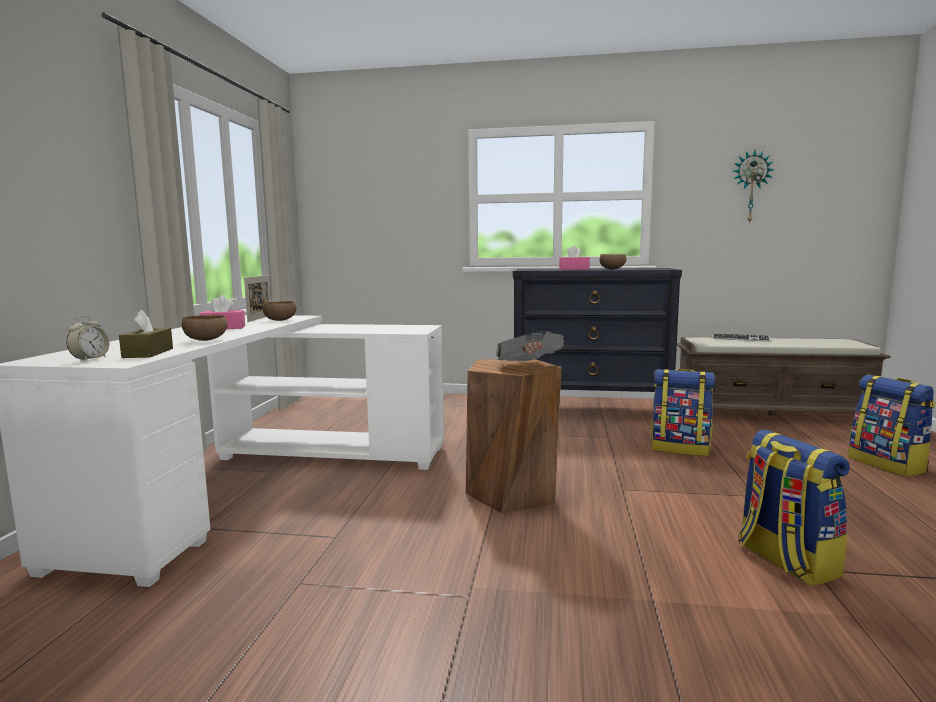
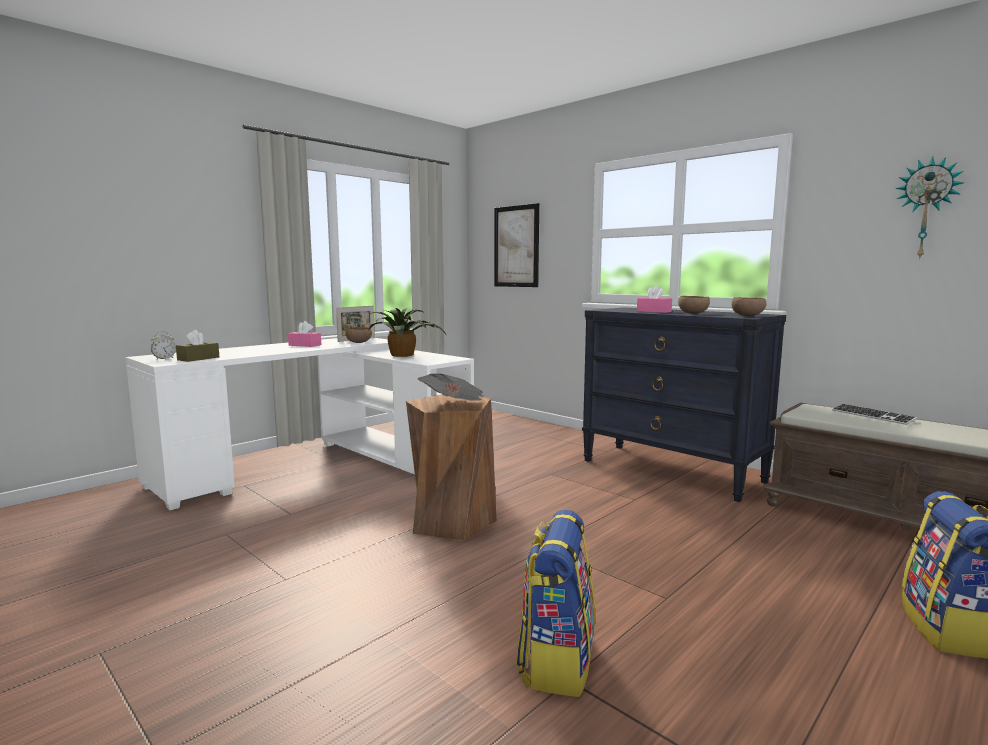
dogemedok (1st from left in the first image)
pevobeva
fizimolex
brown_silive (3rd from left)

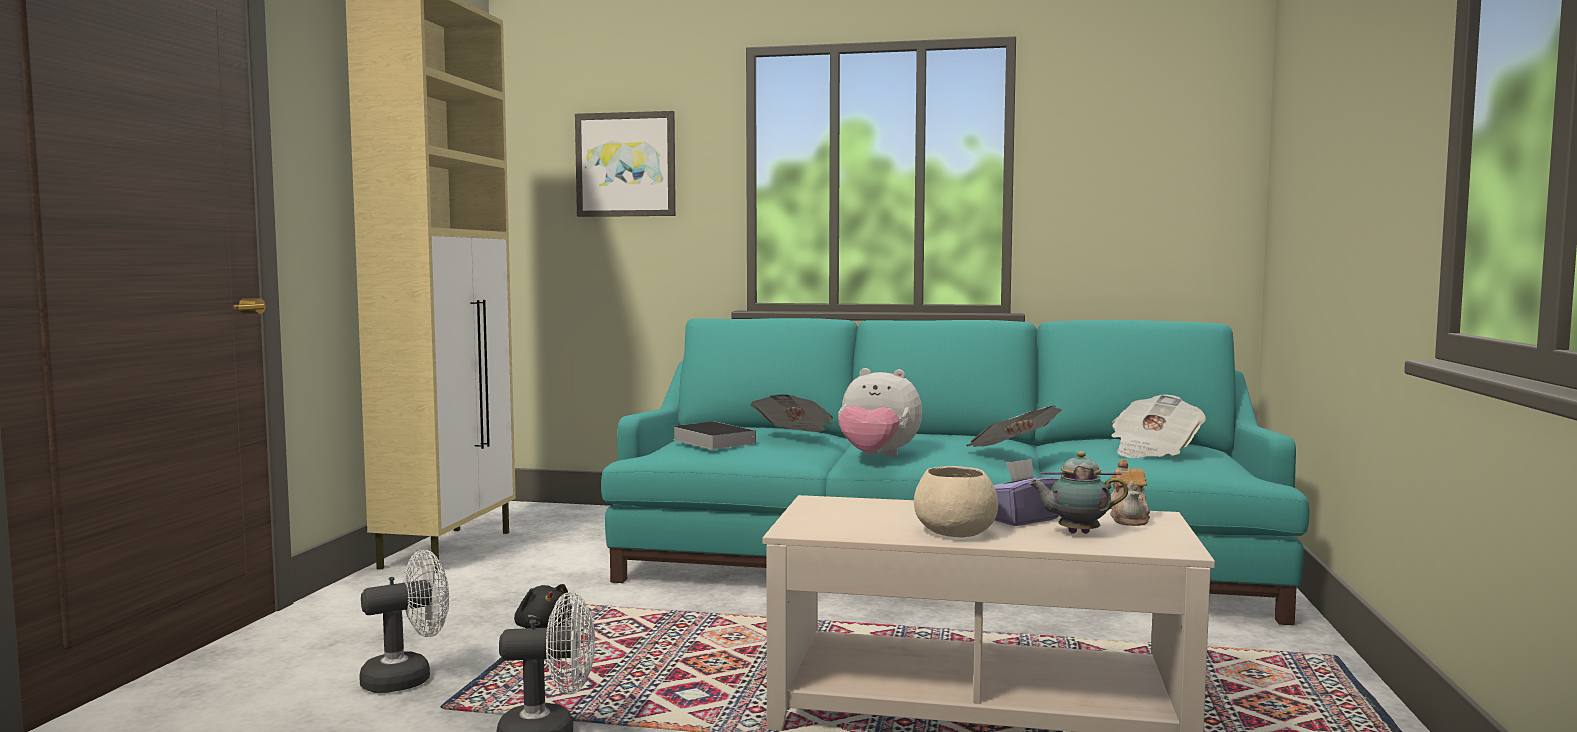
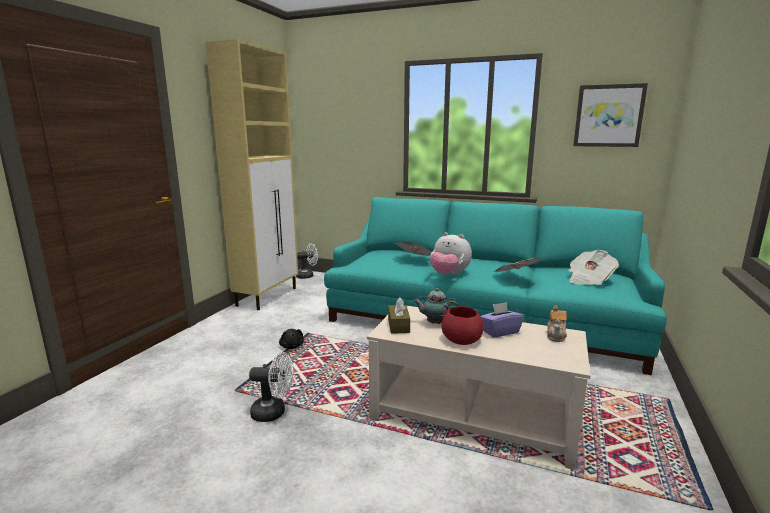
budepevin
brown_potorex
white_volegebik (2nd from left)
fizimolex
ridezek (1st from left)
red_silive

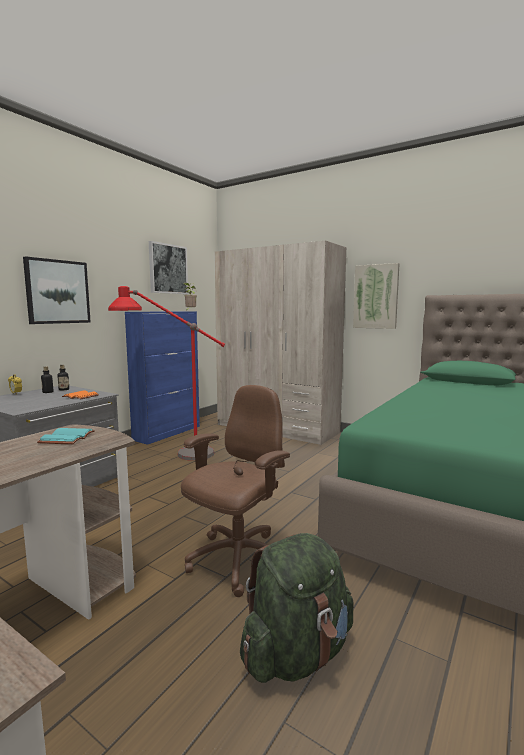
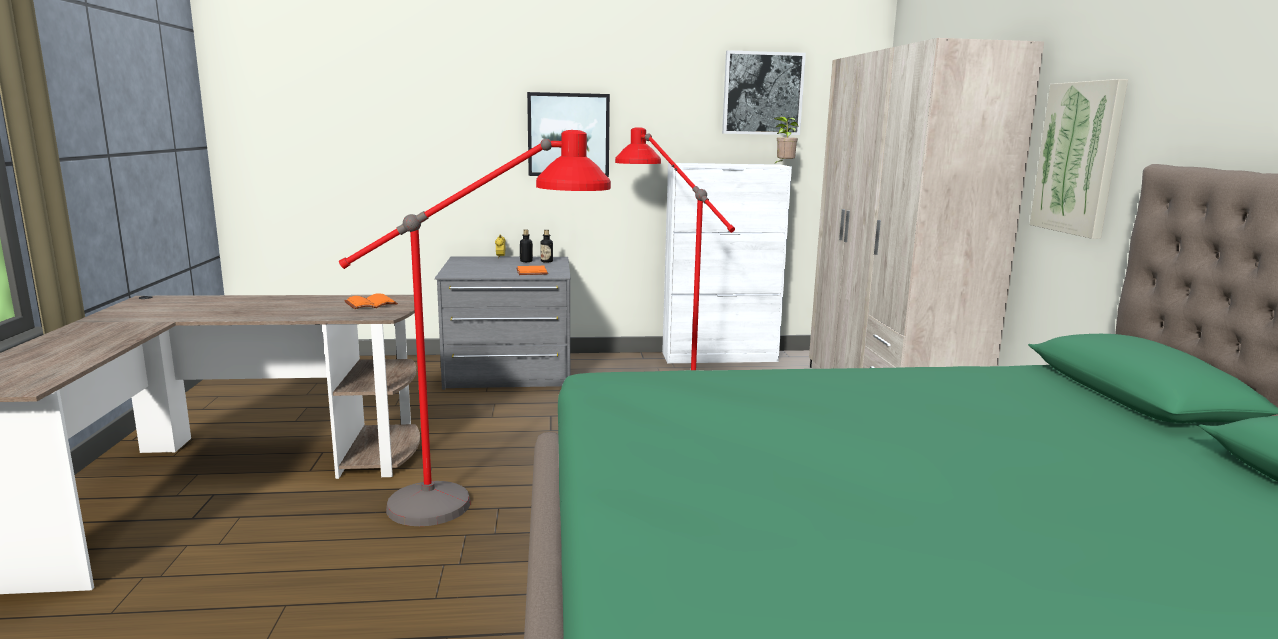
green_dogemedok
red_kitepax (1st from left)
orange_budepevin (1st from left)
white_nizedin

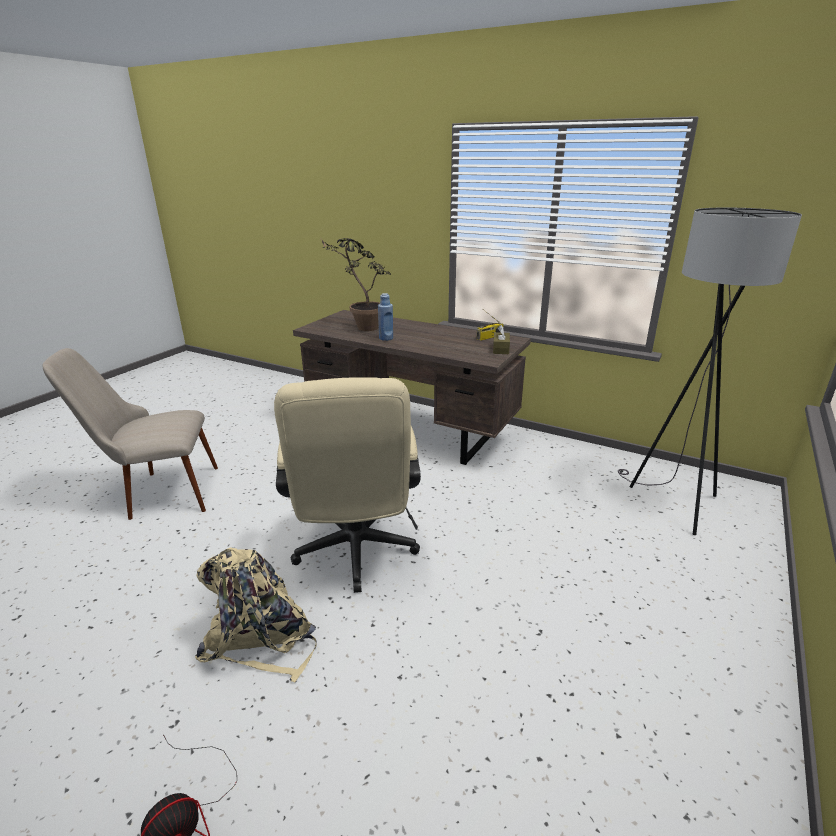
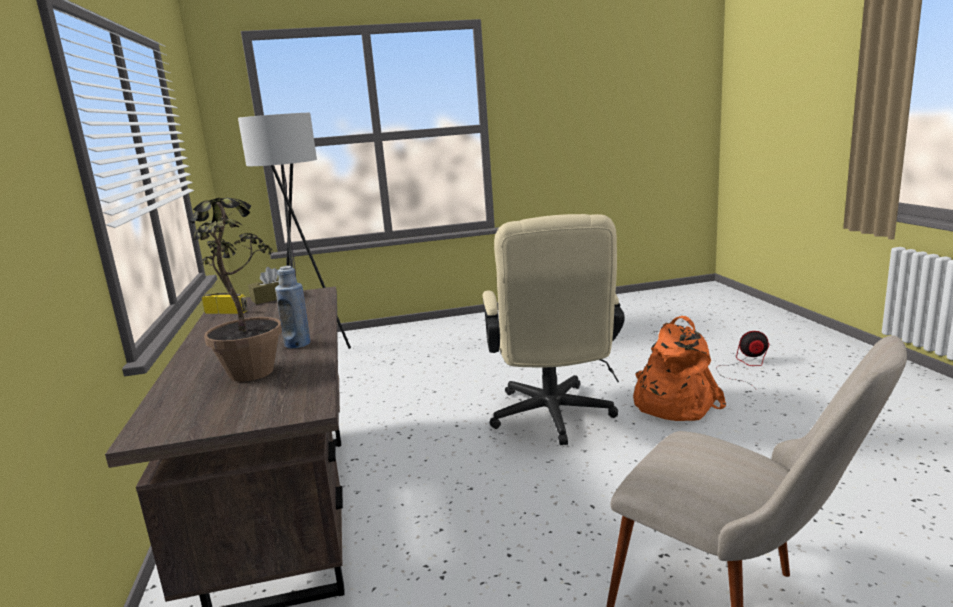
orange_dogemedok
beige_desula

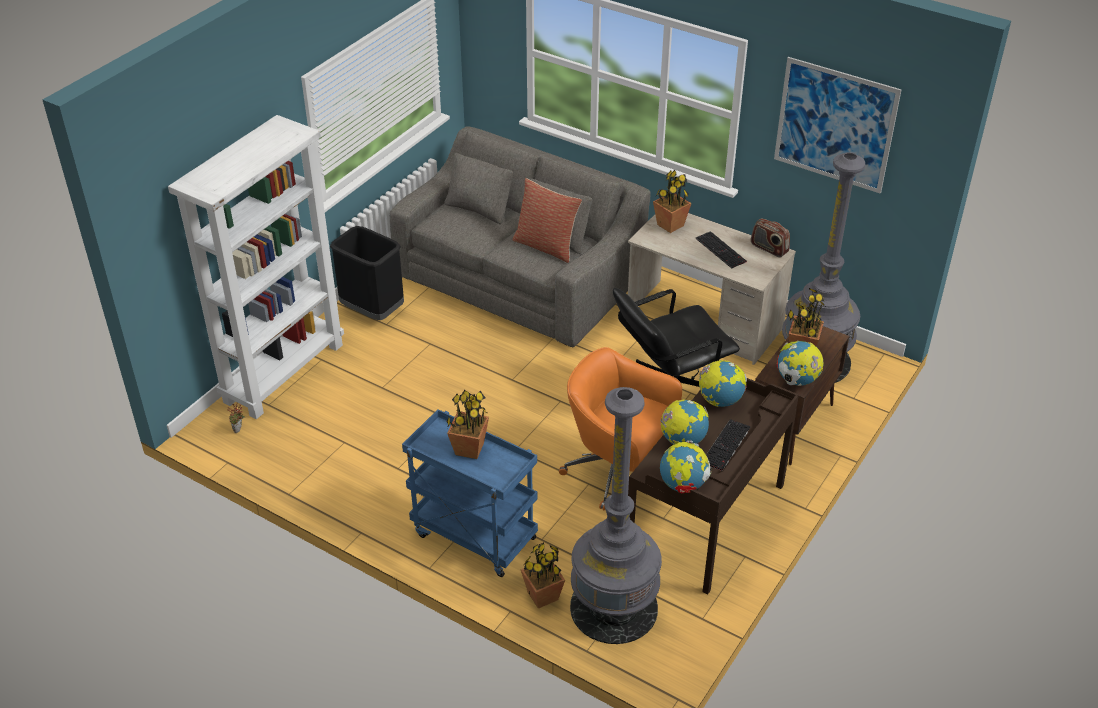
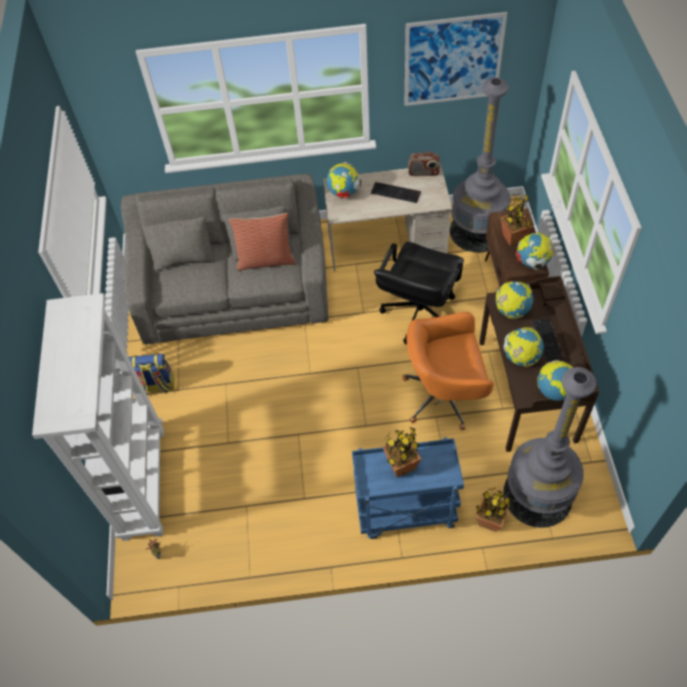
dogemedok
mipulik (1st from left)

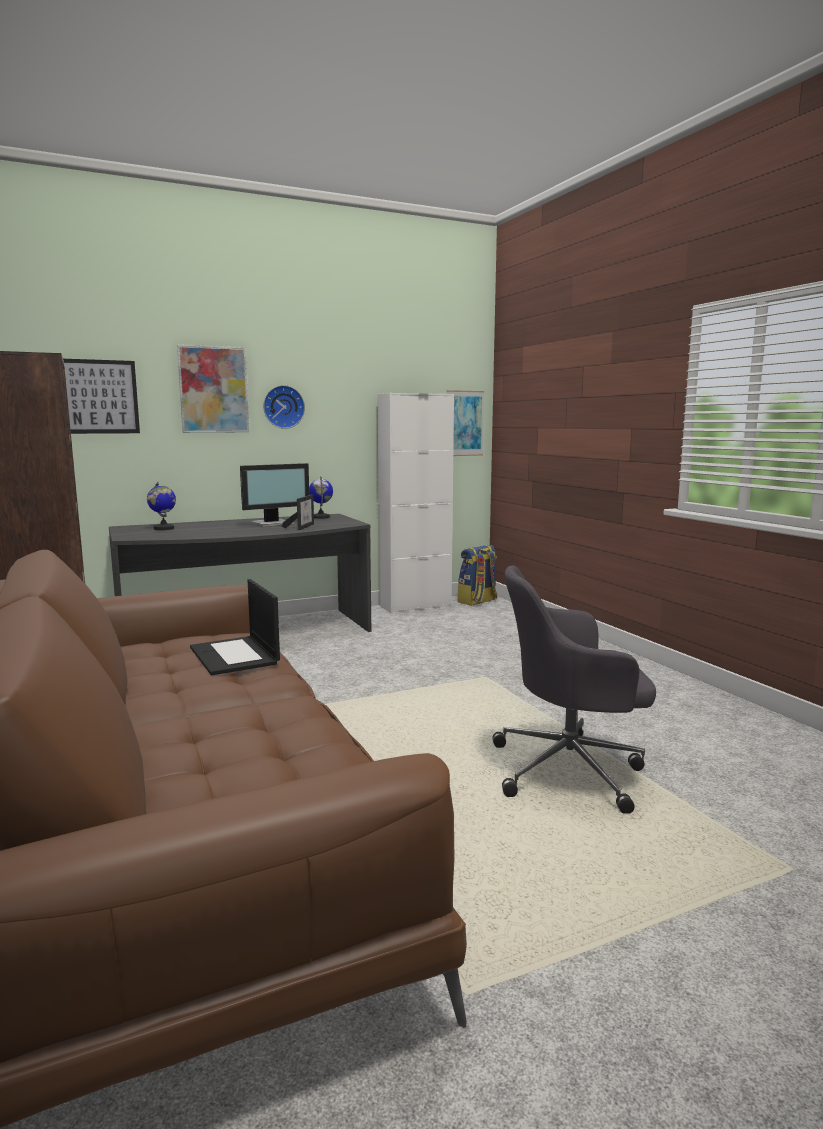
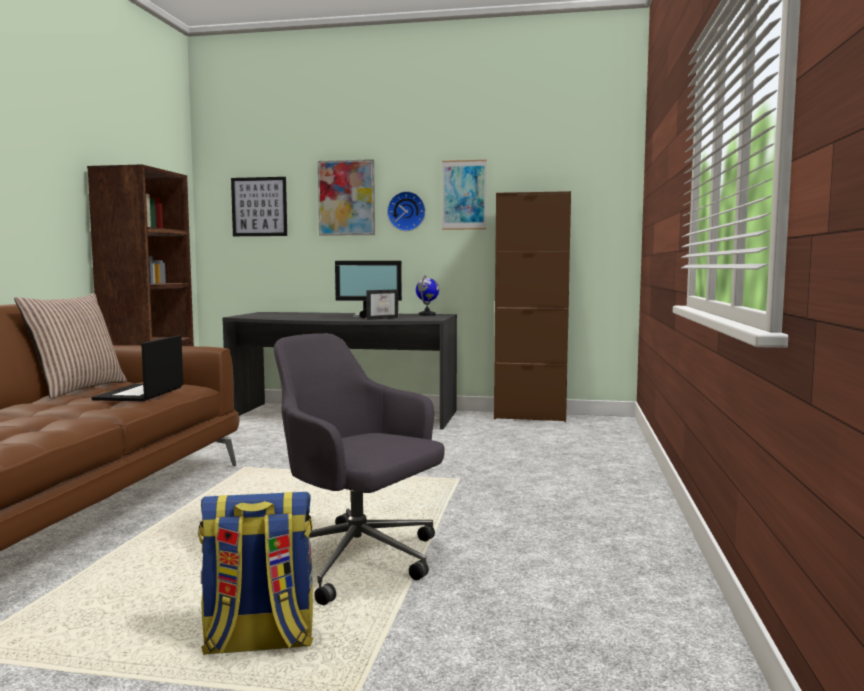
mipulik (1st from left in the first image)
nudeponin
fizimolex (3rd from left)
dogemedok
brown_nizedin

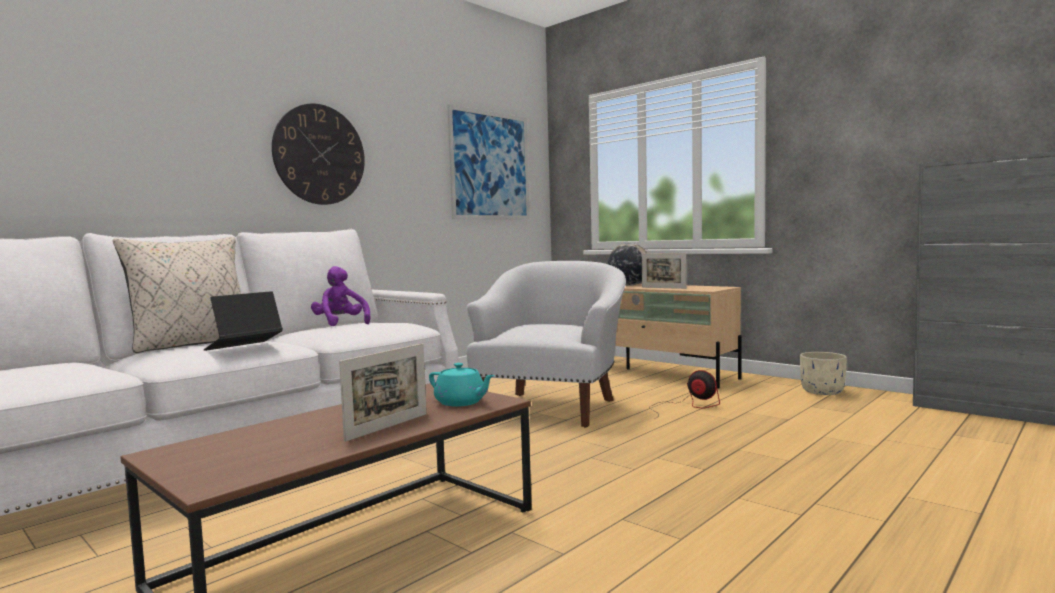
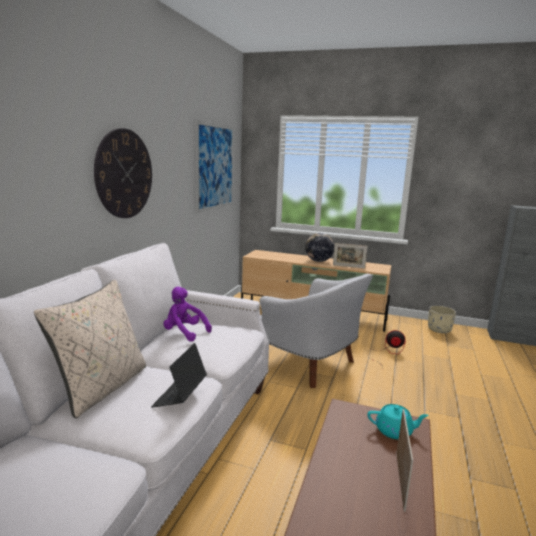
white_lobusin

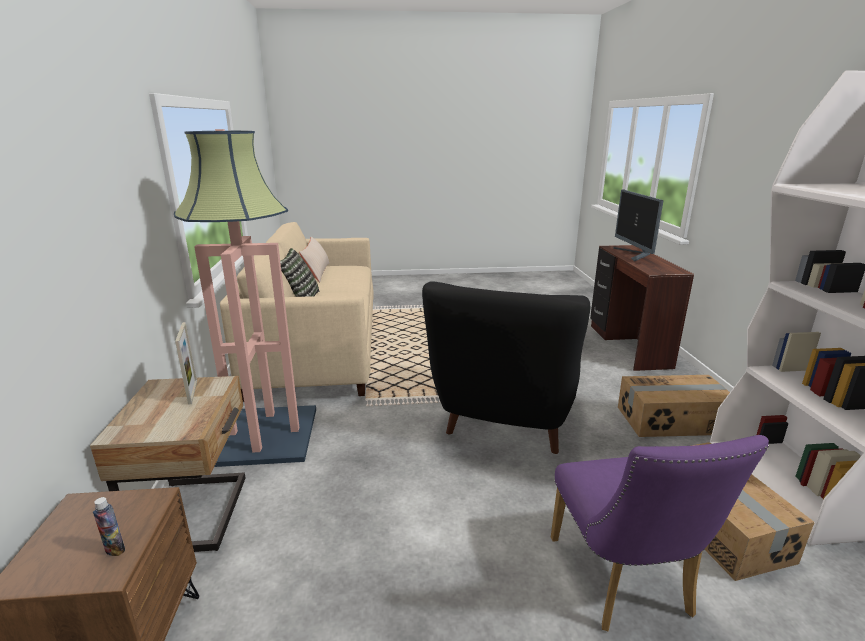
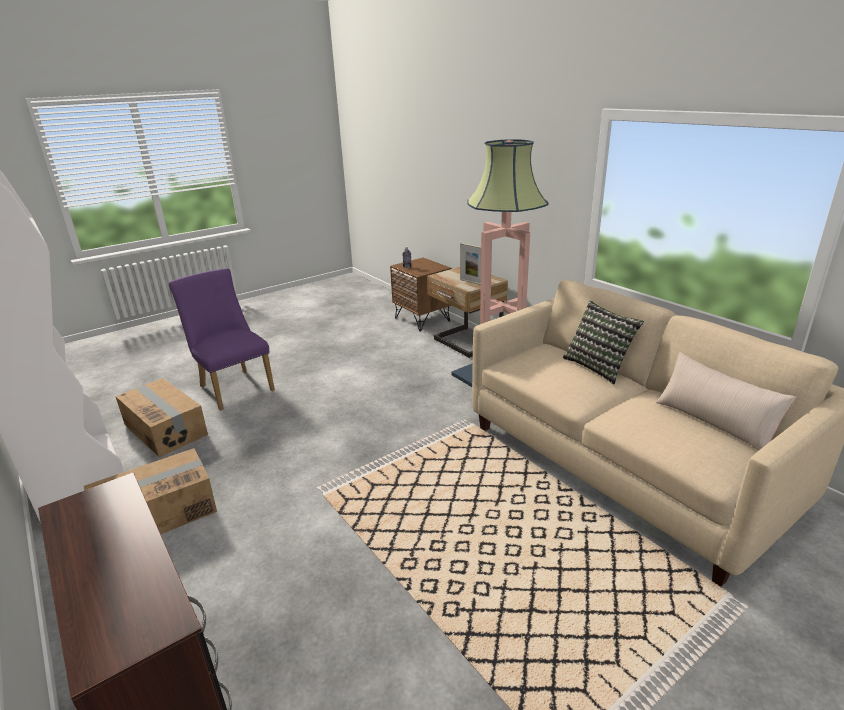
black_lobusin
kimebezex

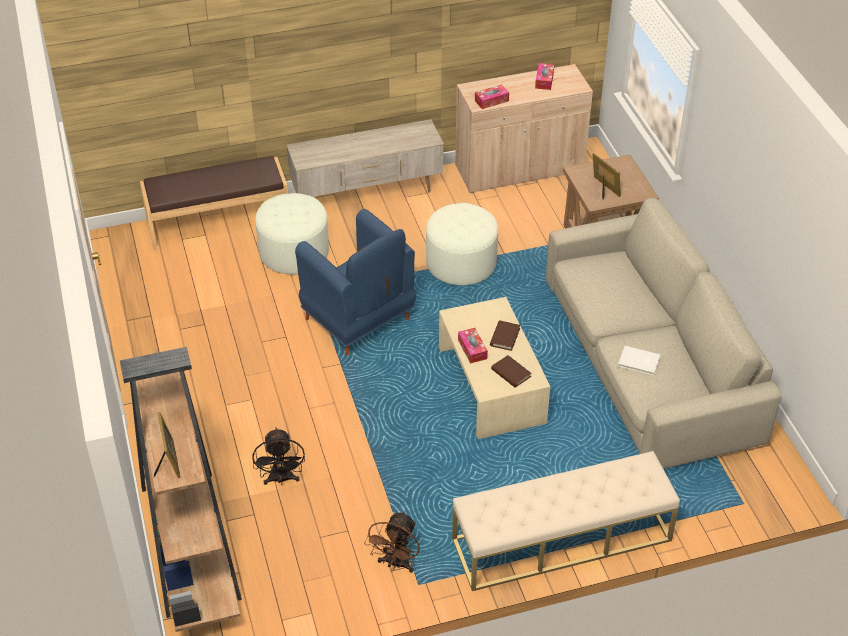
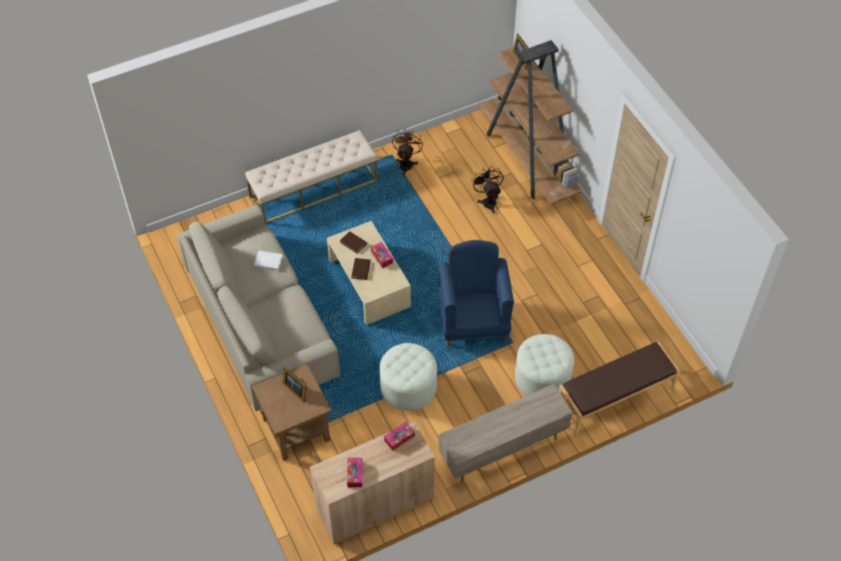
blue_lobusin

